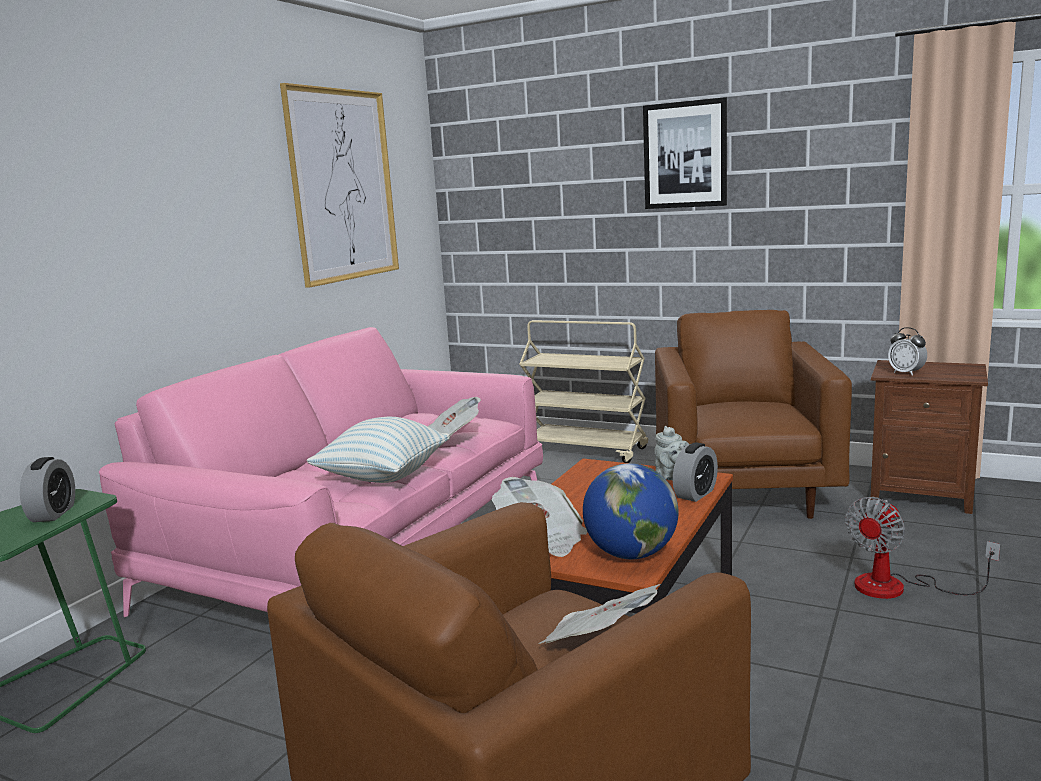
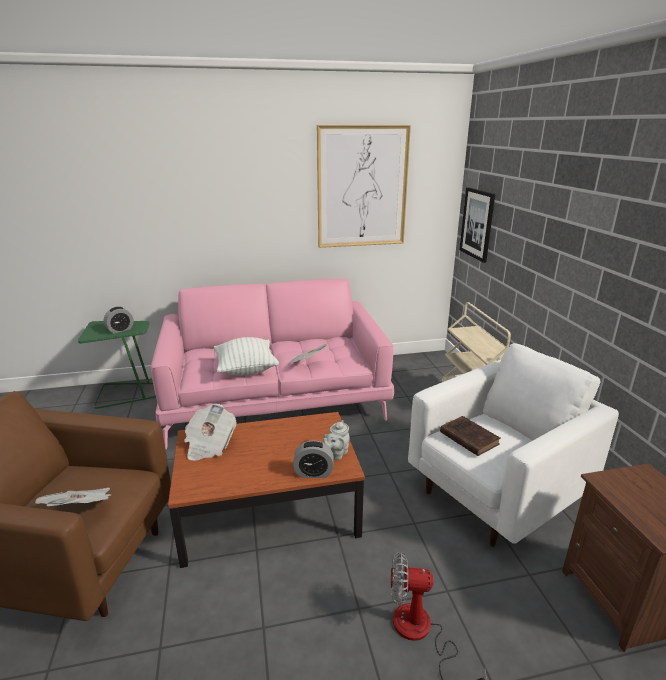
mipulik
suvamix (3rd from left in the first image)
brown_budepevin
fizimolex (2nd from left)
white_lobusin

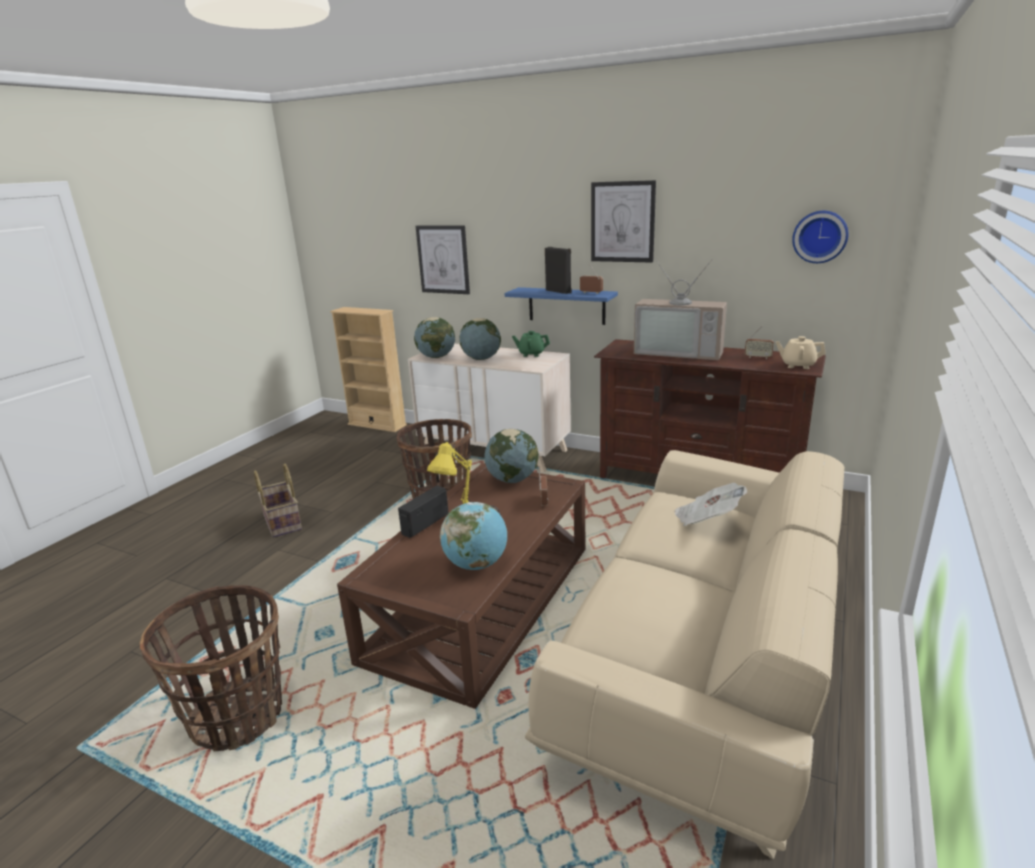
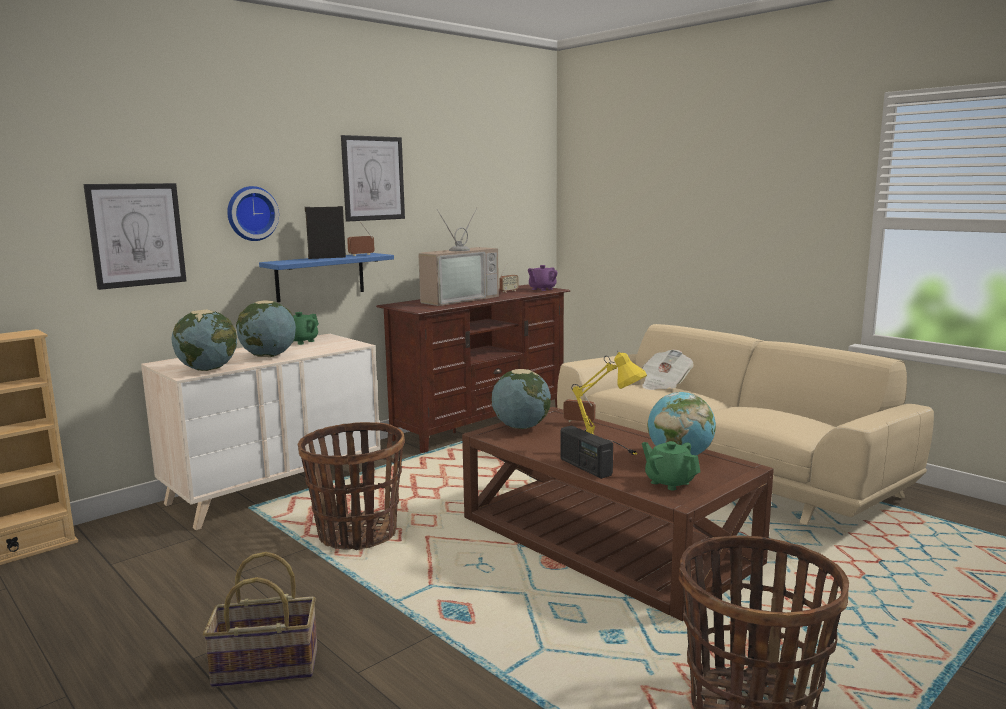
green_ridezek (2nd from left)
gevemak
purple_ridezek

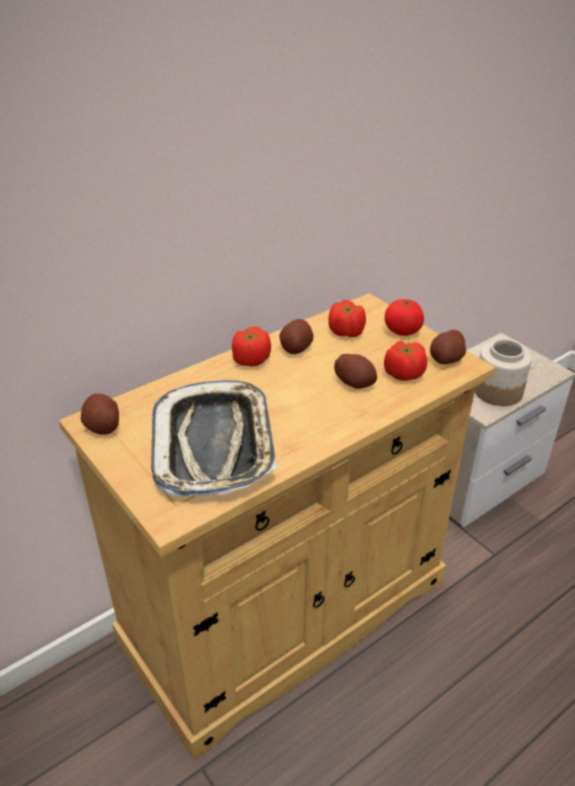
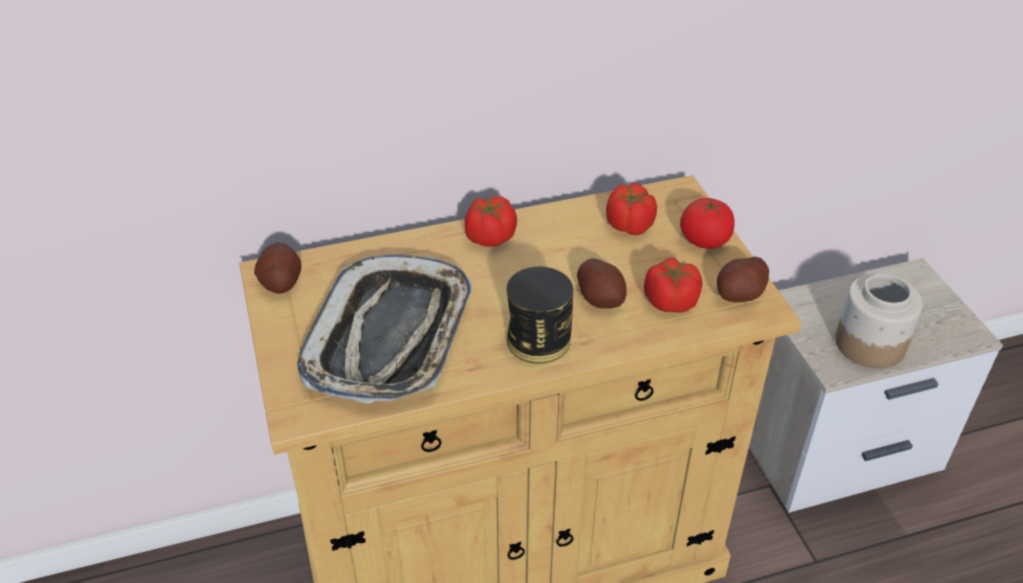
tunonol (2nd from left in the first image)
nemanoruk

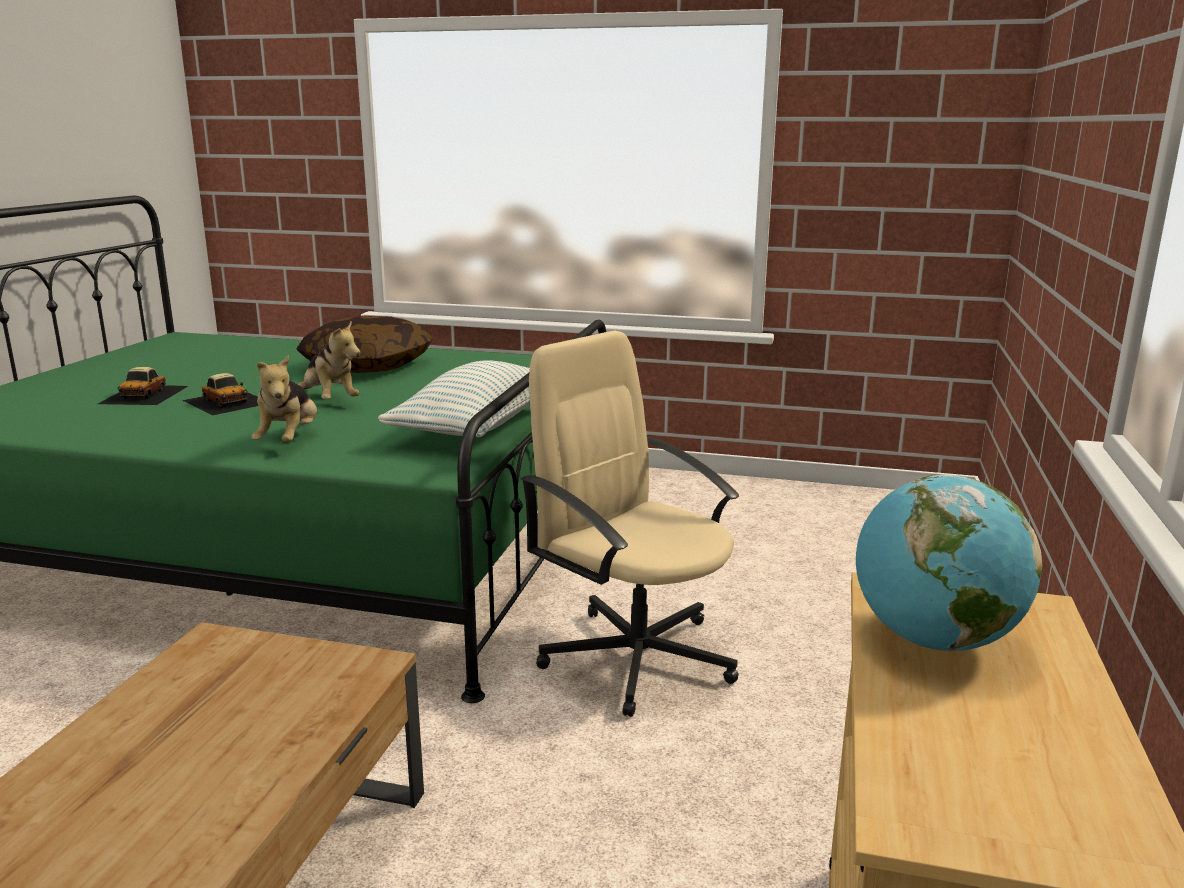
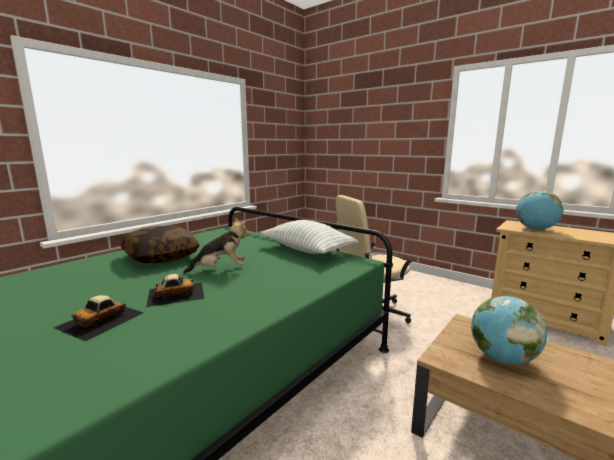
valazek (1st from left in the first image)
mipulik (1st from left)
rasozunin (1st from left)

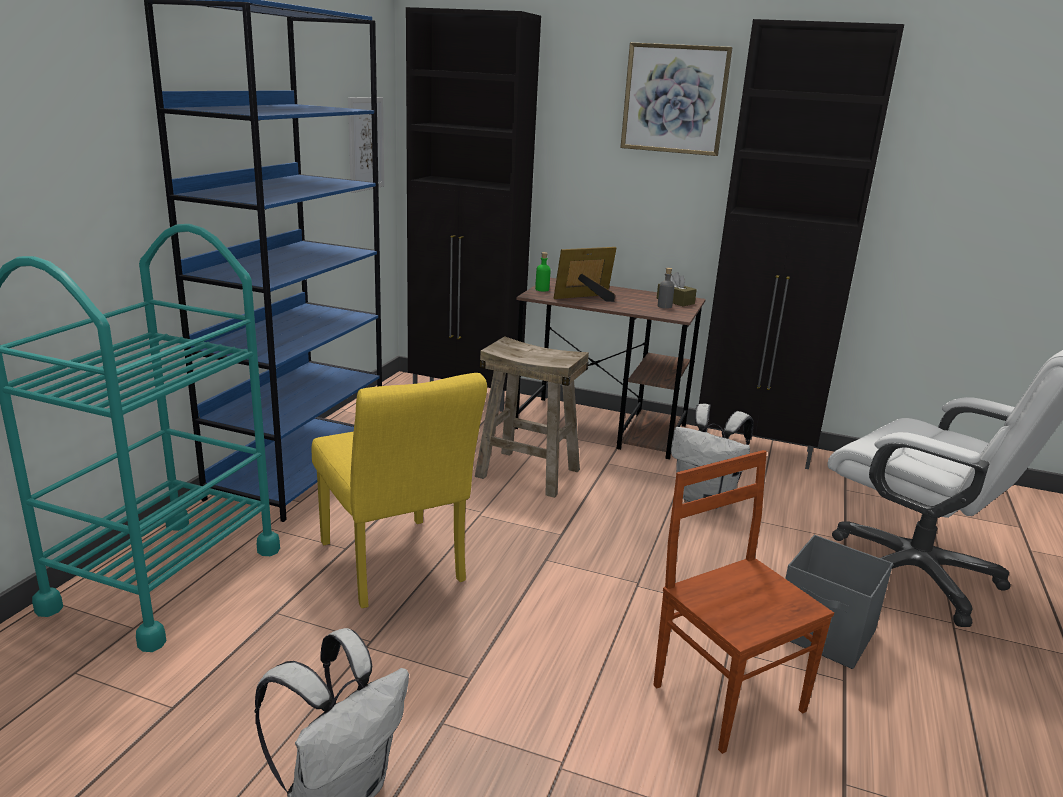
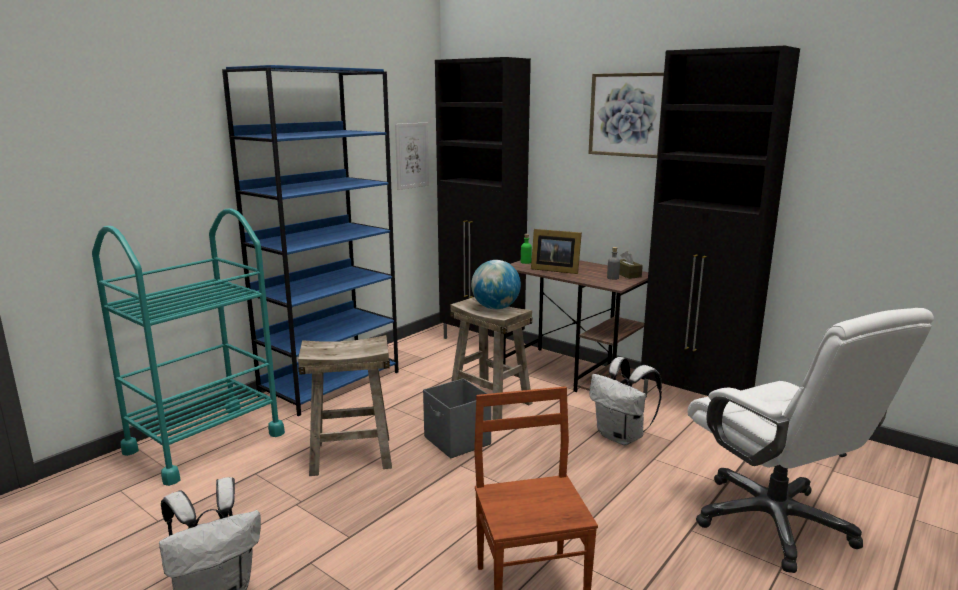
mipulik
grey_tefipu
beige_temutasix (1st from left)
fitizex

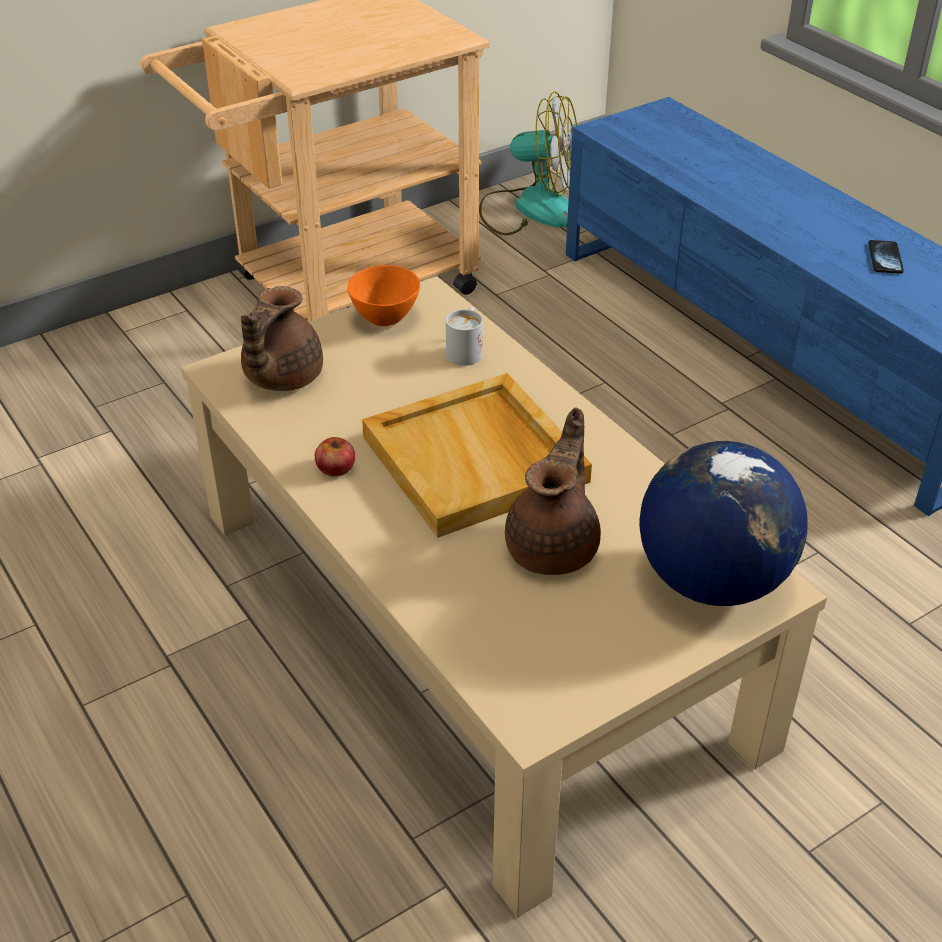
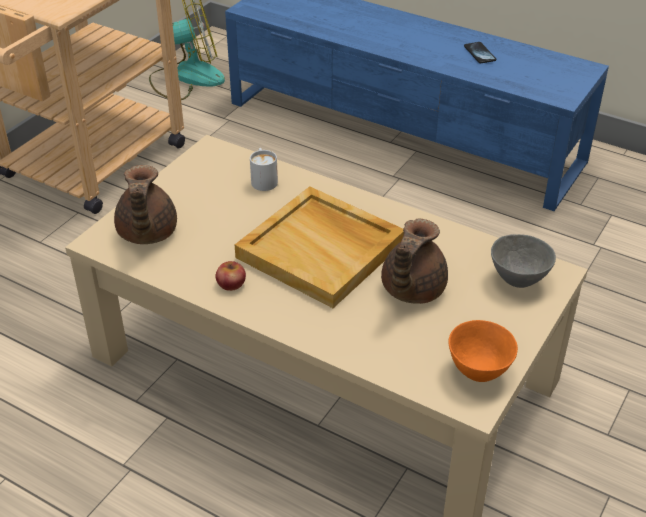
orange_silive
grey_silive
brown_ridezek (2nd from left)

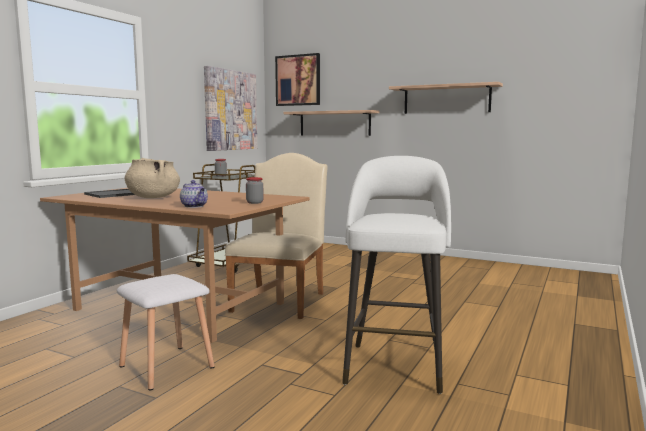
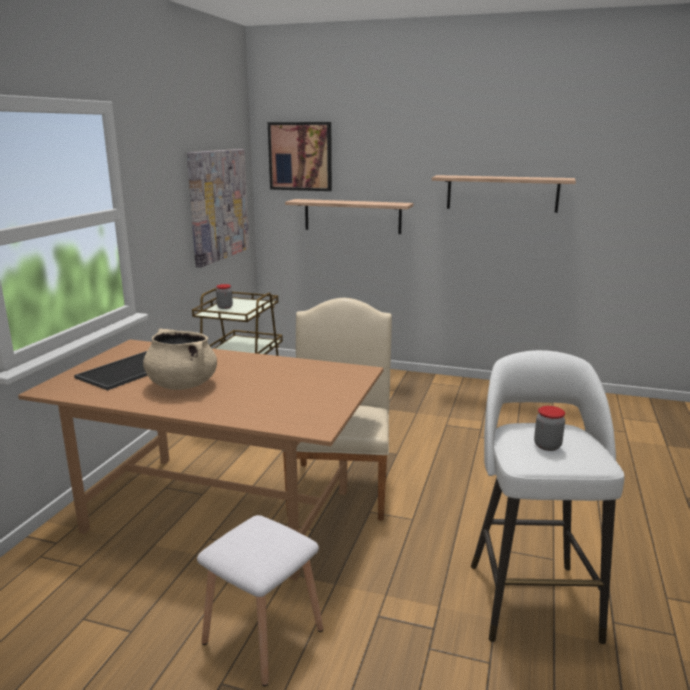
ridezek
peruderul (2nd from left)

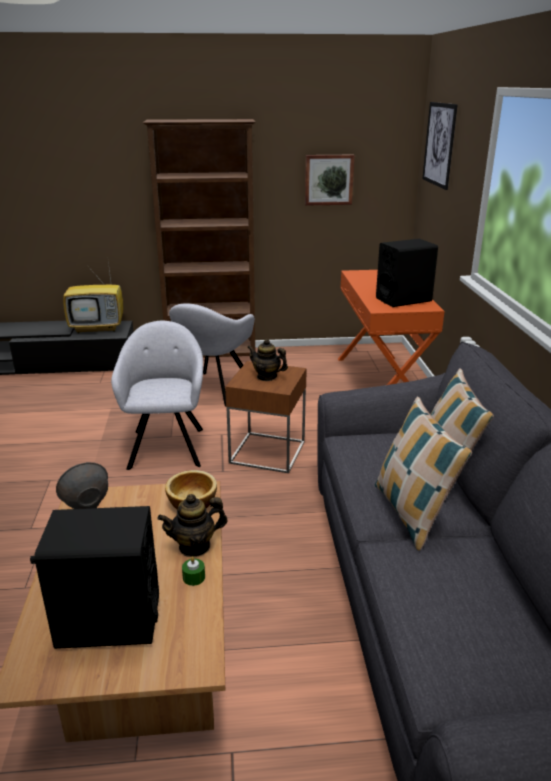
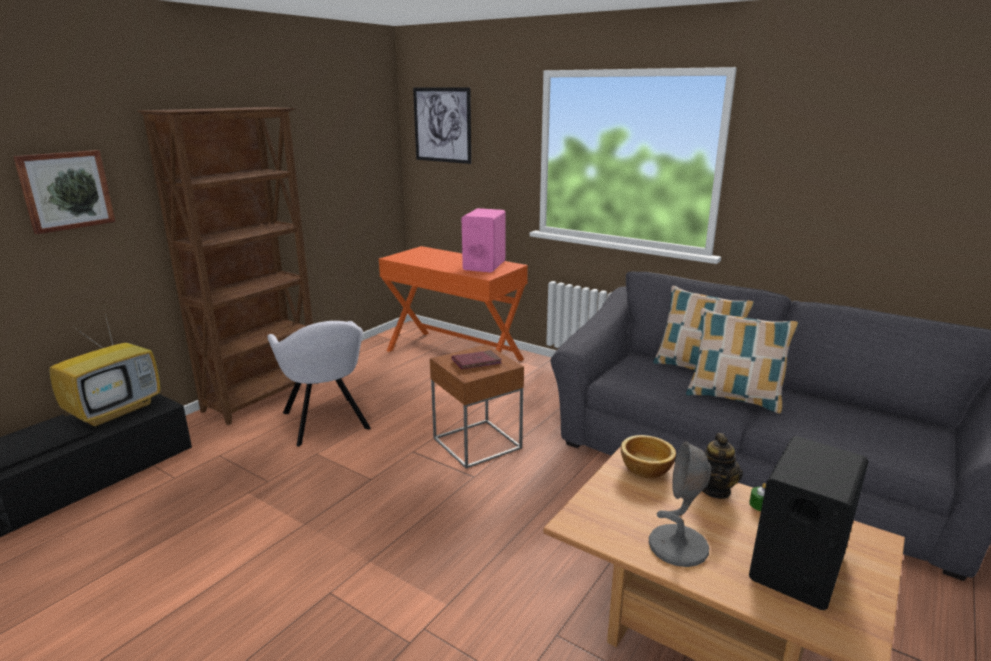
grey_lobusin (1st from left in the first image)
fizimolex (1st from left)
red_budepevin
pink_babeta

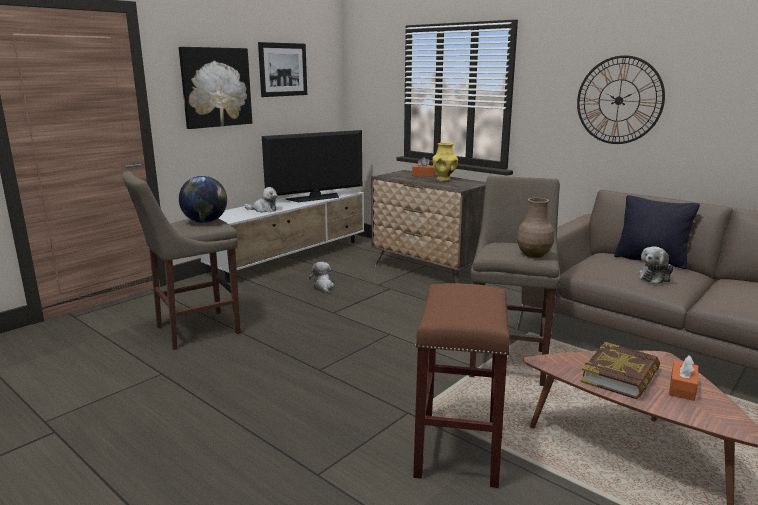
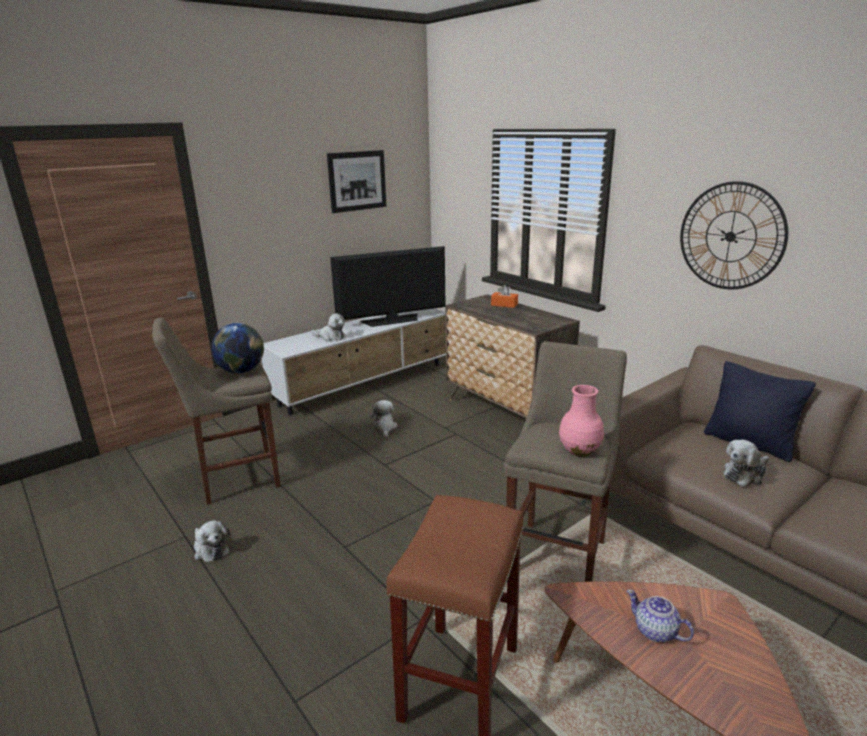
fizimolex (1st from left in the first image)
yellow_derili
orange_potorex (2nd from left in the first image)
valazek (1st from left)
ridezek
pink_derili

